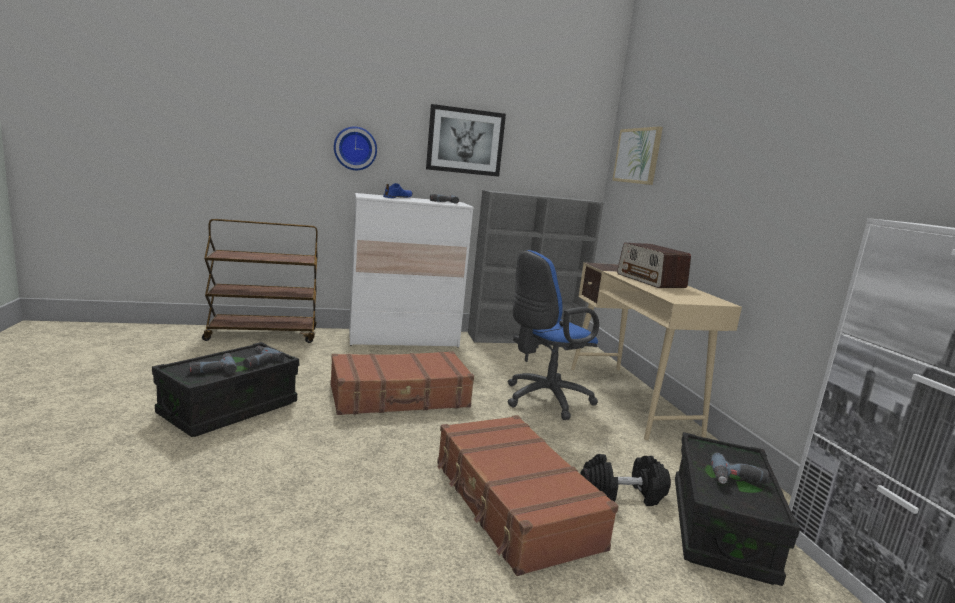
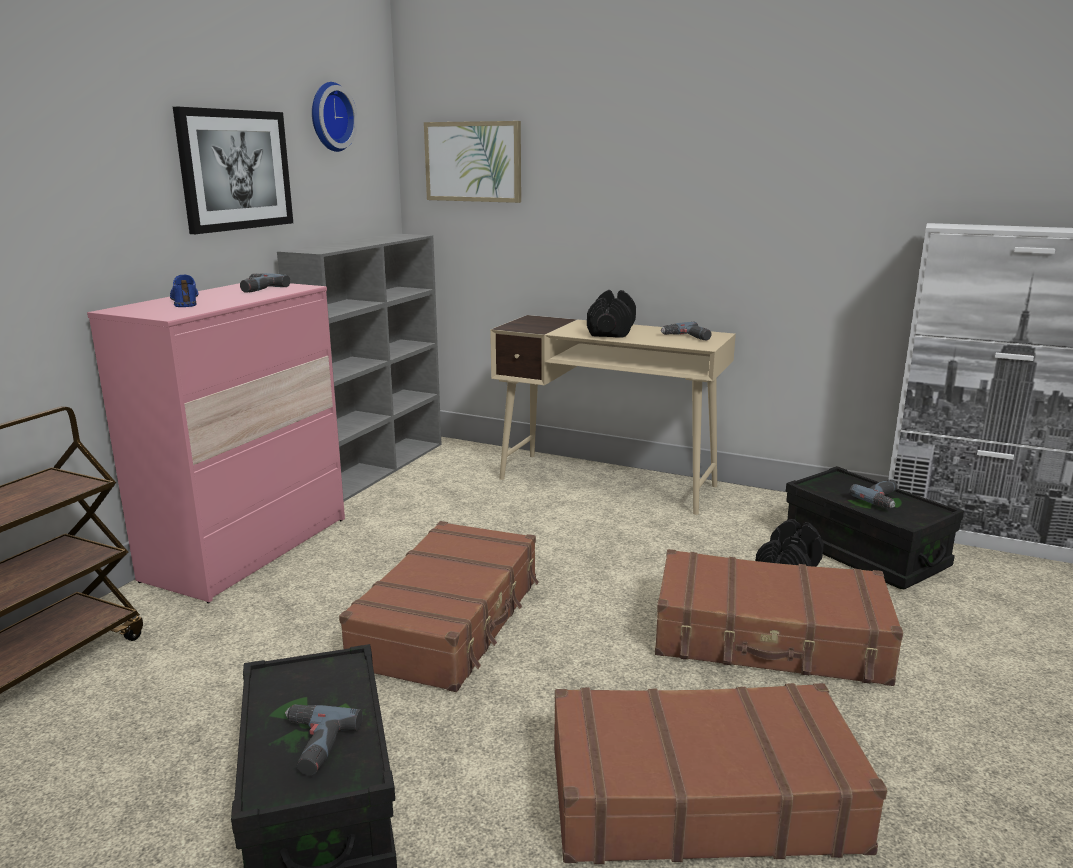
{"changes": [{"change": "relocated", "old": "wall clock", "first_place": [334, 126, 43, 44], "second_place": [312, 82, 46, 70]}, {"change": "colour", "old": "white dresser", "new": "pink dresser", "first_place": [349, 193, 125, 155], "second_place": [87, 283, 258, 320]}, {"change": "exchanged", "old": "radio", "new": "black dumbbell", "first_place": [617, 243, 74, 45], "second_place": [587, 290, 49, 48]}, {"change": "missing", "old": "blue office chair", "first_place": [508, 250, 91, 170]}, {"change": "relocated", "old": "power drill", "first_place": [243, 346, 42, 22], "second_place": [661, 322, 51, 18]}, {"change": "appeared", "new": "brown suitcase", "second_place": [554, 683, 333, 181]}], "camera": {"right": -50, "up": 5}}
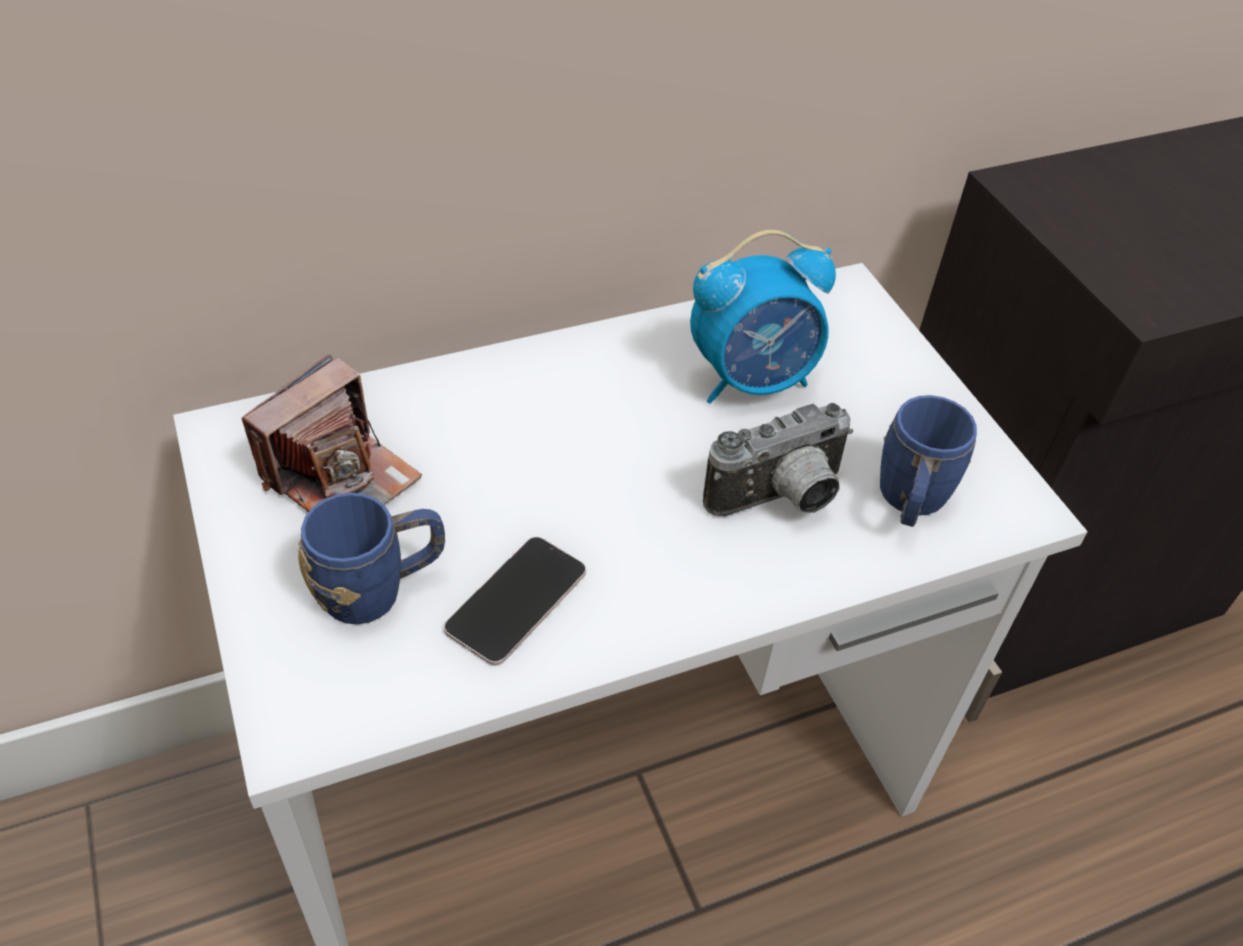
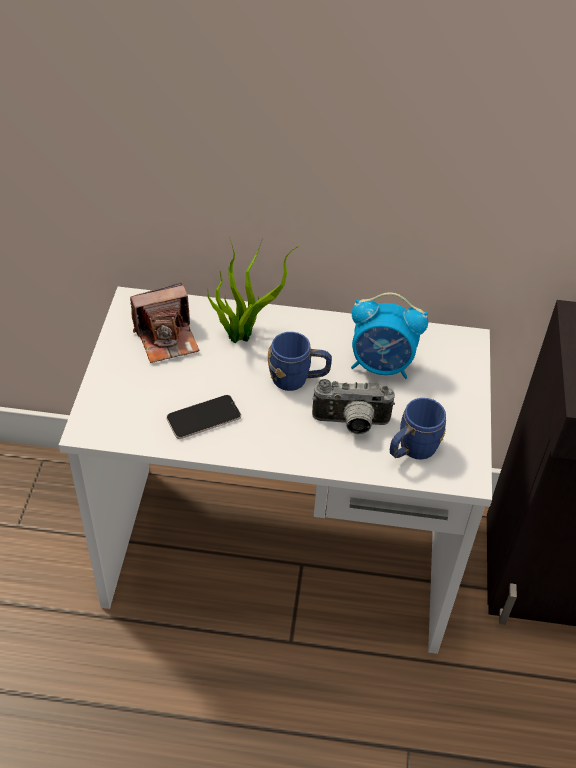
{"changes": [{"change": "relocated", "old": "blue mug", "first_place": [298, 493, 147, 131], "second_place": [268, 332, 64, 59]}, {"change": "appeared", "new": "potted plant", "second_place": [206, 237, 93, 107]}], "camera": {"right": 30, "up": 0}}
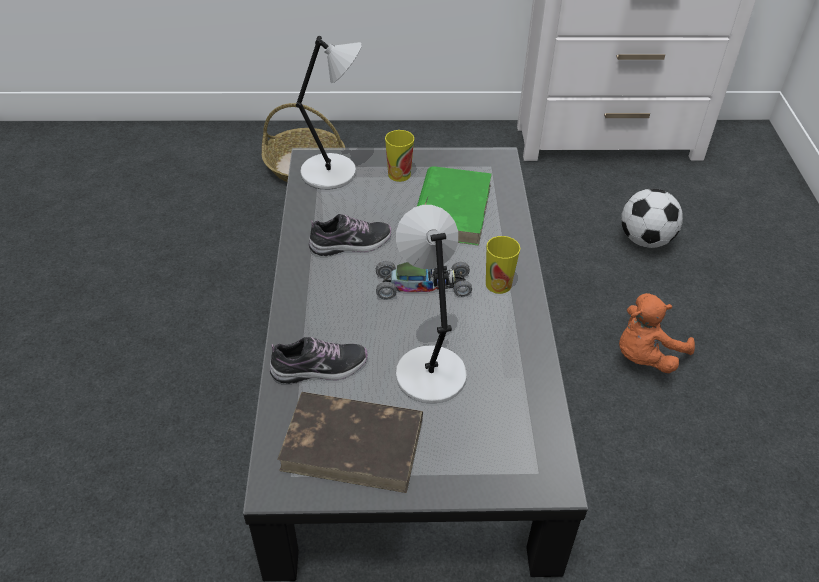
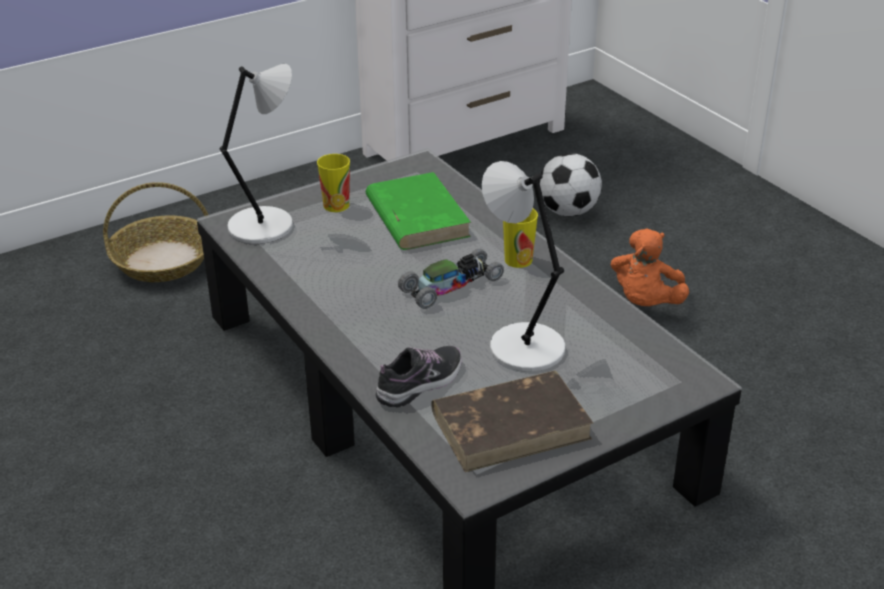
{"changes": [{"change": "missing", "old": "shoe", "first_place": [309, 214, 82, 42]}], "camera": {"right": -30, "up": -10}}
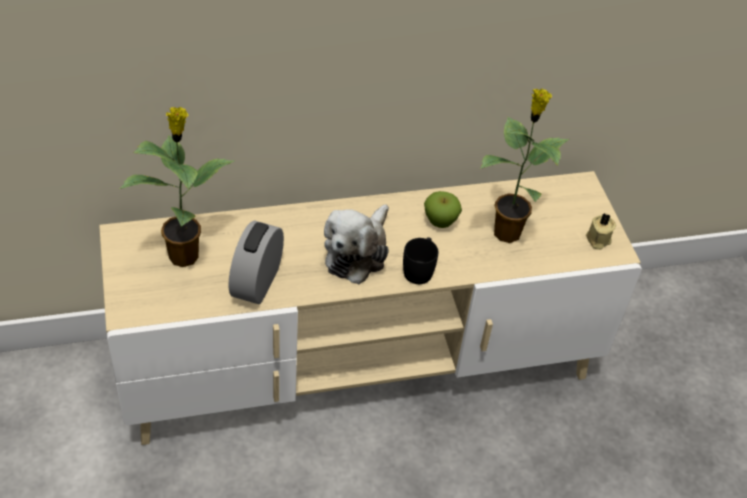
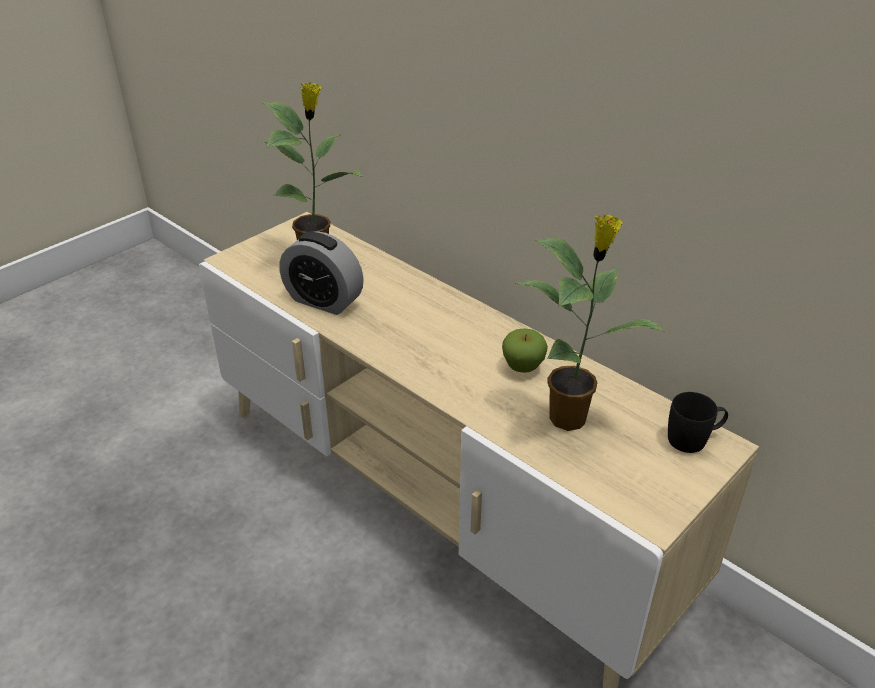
{"changes": [{"change": "missing", "old": "plush toy", "first_place": [324, 204, 65, 80]}, {"change": "missing", "old": "beige candle", "first_place": [586, 213, 30, 37]}, {"change": "spun", "old": "alarm clock", "first_place": [229, 220, 55, 84], "second_place": [279, 231, 85, 84], "degrees": -135}, {"change": "relocated", "old": "black mug", "first_place": [403, 237, 35, 47], "second_place": [668, 392, 60, 61]}], "camera": {"right": 60, "up": -10}}
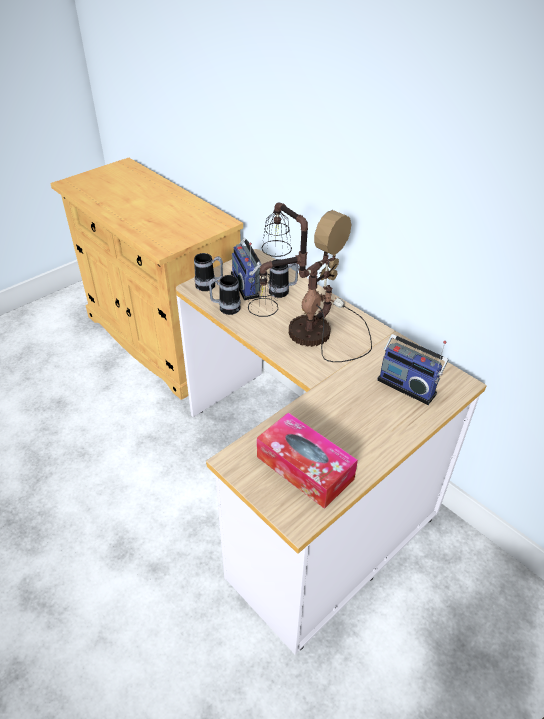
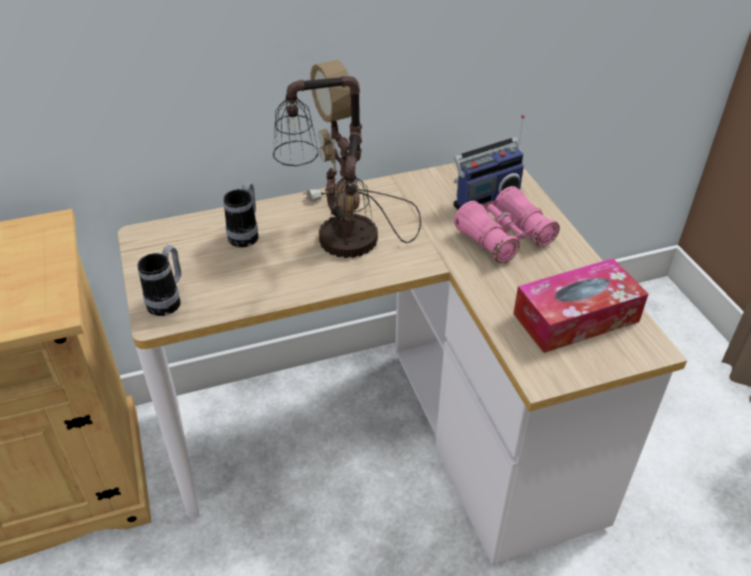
{"changes": [{"change": "missing", "old": "radio", "first_place": [231, 238, 31, 62]}, {"change": "missing", "old": "mug", "first_place": [209, 275, 32, 40]}, {"change": "appeared", "new": "pink binoculars", "second_place": [454, 186, 106, 77]}], "camera": {"right": -65, "up": 0}}
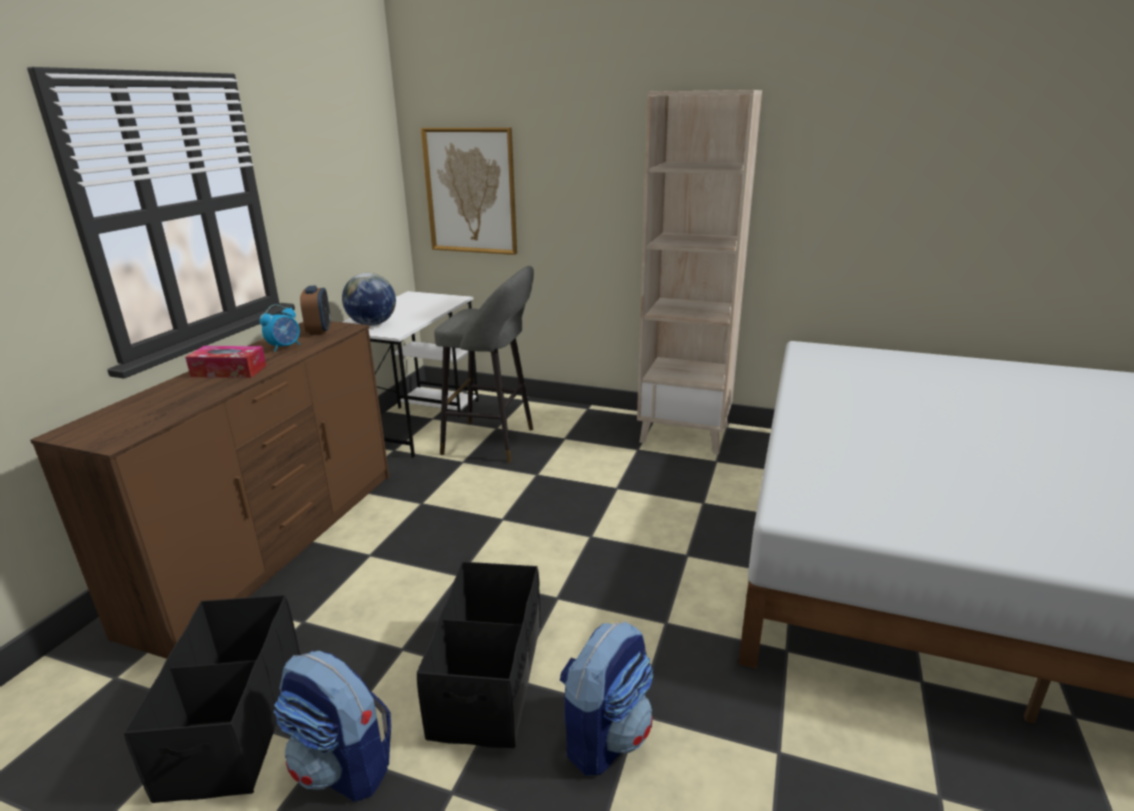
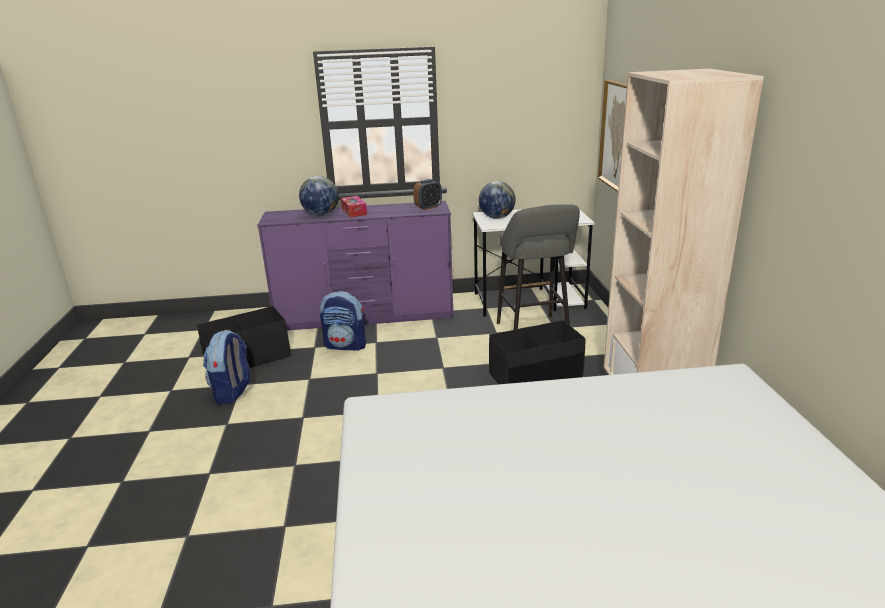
{"changes": [{"change": "missing", "old": "alarm clock", "first_place": [260, 304, 40, 48]}, {"change": "colour", "old": "brown dresser", "new": "purple dresser", "first_place": [30, 321, 360, 338], "second_place": [257, 201, 196, 130]}, {"change": "relocated", "old": "black storage box", "first_place": [417, 562, 124, 186], "second_place": [489, 320, 97, 64]}, {"change": "relocated", "old": "backpack", "first_place": [560, 621, 93, 155], "second_place": [320, 291, 46, 60]}, {"change": "appeared", "new": "globe", "second_place": [299, 176, 40, 40]}], "camera": {"right": 65, "up": 0}}
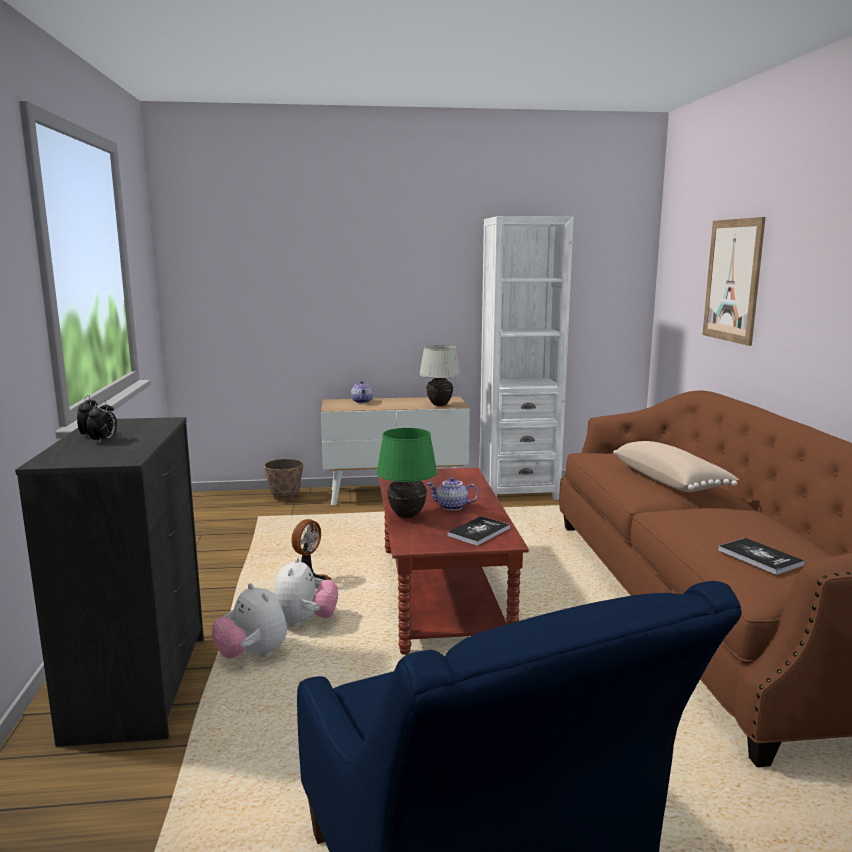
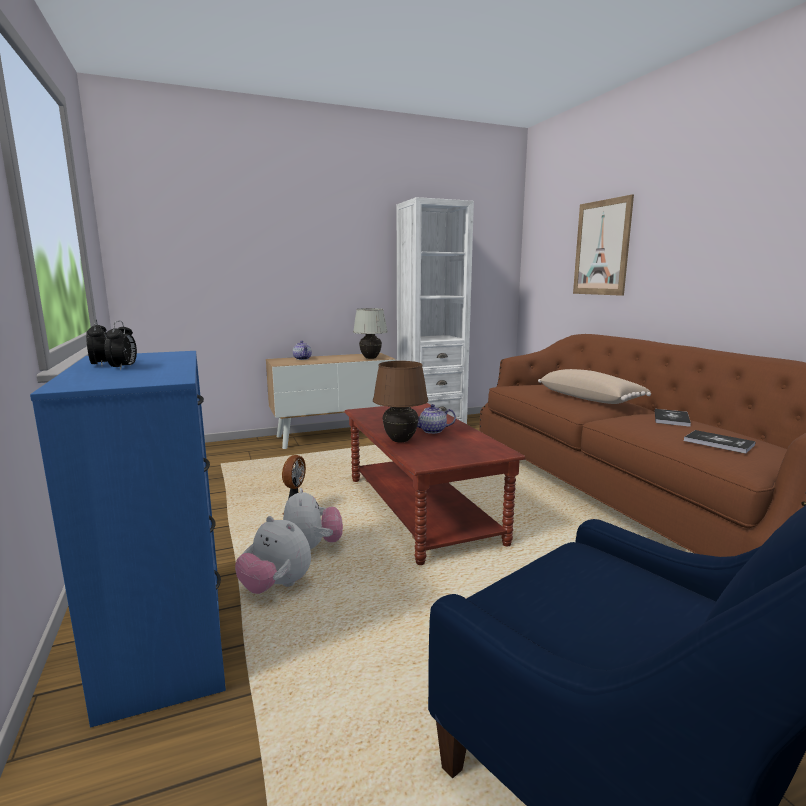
{"changes": [{"change": "colour", "old": "black dresser", "new": "blue dresser", "first_place": [15, 417, 189, 330], "second_place": [30, 351, 196, 376]}, {"change": "colour", "old": "green table lamp", "new": "brown table lamp", "first_place": [376, 428, 61, 90], "second_place": [373, 361, 55, 81]}, {"change": "missing", "old": "planter", "first_place": [264, 459, 40, 42]}, {"change": "relocated", "old": "book", "first_place": [447, 516, 64, 30], "second_place": [655, 409, 36, 18]}], "camera": {"right": -15, "up": 0}}
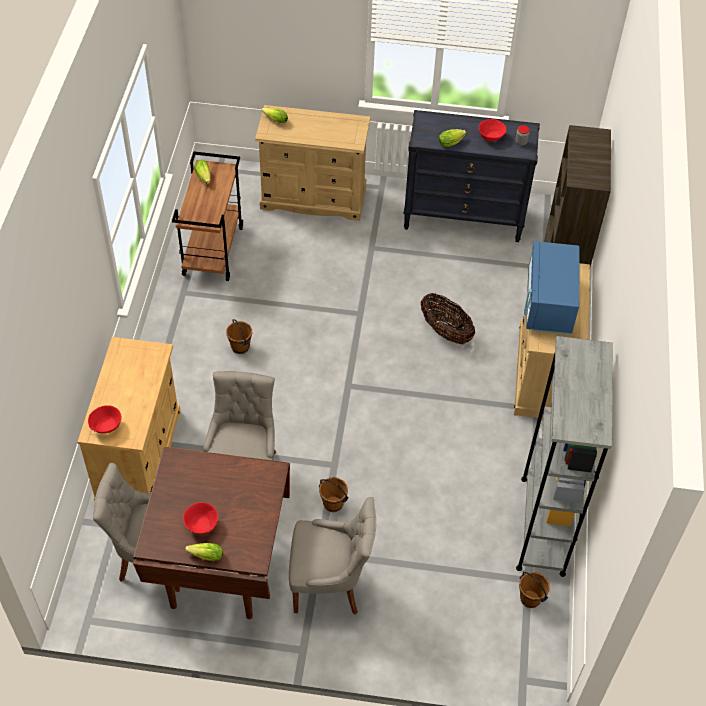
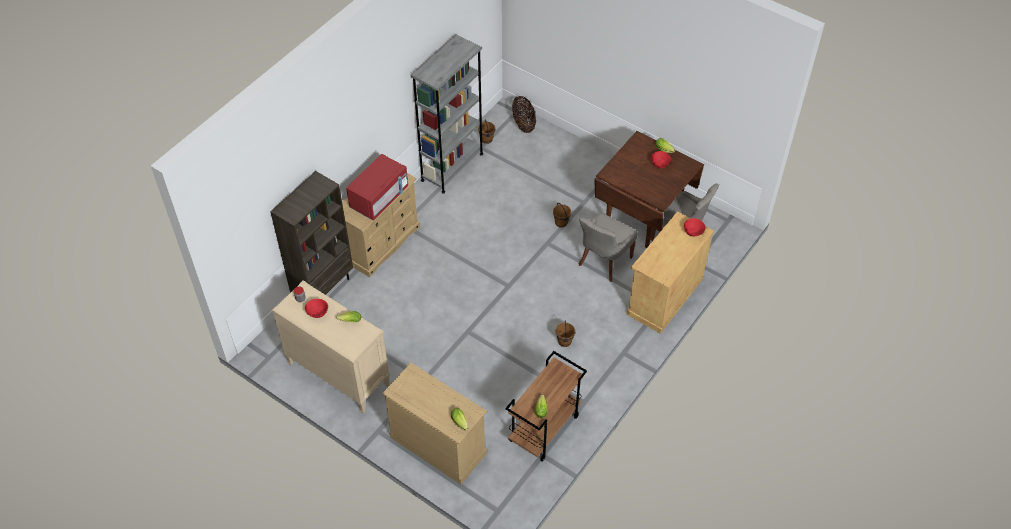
{"changes": [{"change": "colour", "old": "black dresser", "new": "beige dresser", "first_place": [404, 110, 136, 132], "second_place": [272, 280, 118, 133]}, {"change": "colour", "old": "blue microwave", "new": "red microwave", "first_place": [524, 241, 56, 94], "second_place": [346, 154, 62, 67]}, {"change": "relocated", "old": "basket", "first_place": [421, 293, 54, 52], "second_place": [512, 96, 24, 37]}, {"change": "missing", "old": "grey chair", "first_place": [289, 497, 87, 118]}], "camera": {"right": -150, "up": 0}}
